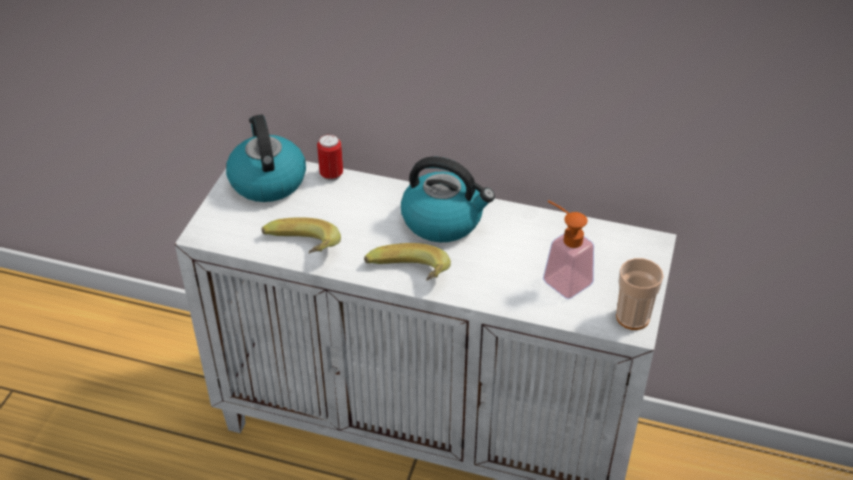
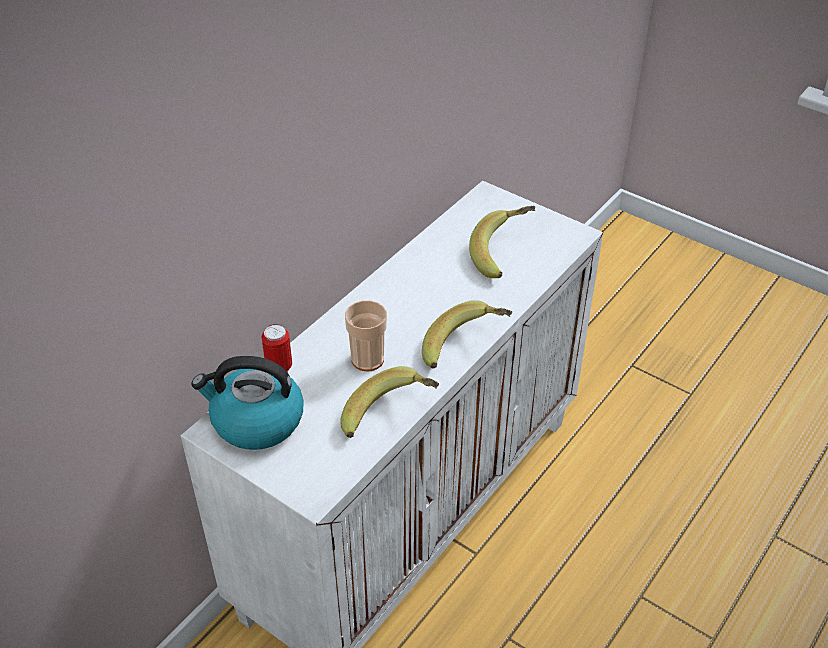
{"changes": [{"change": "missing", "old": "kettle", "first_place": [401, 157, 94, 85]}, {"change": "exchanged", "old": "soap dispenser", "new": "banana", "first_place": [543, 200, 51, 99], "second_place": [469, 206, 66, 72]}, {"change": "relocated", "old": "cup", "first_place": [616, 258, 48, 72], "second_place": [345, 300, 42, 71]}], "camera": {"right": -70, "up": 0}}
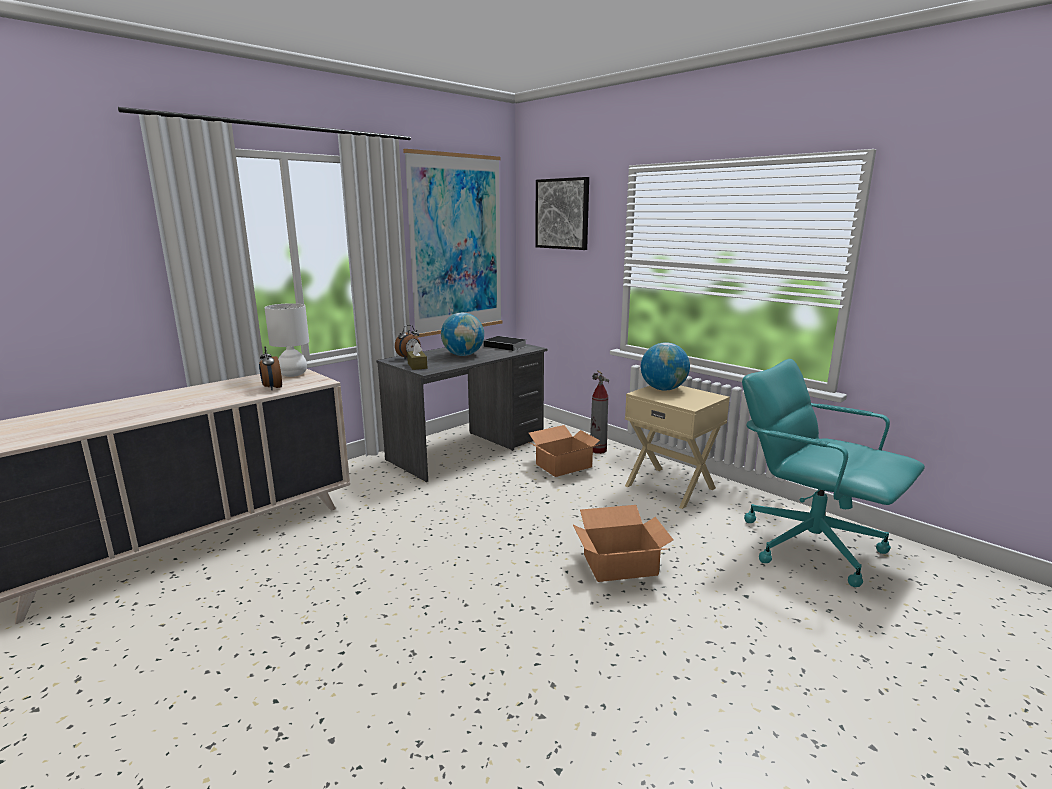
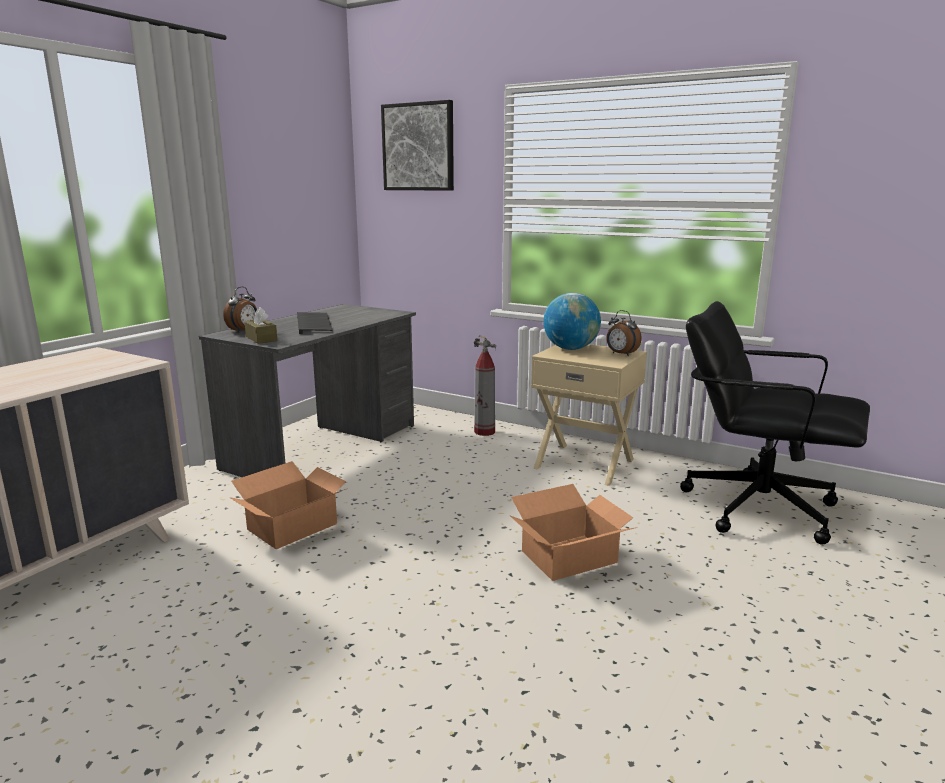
{"changes": [{"change": "missing", "old": "picture", "first_place": [403, 149, 99, 189]}, {"change": "missing", "old": "white table lamp", "first_place": [264, 303, 45, 74]}, {"change": "exchanged", "old": "globe", "new": "keyboard", "first_place": [441, 313, 43, 43], "second_place": [297, 312, 36, 22]}, {"change": "missing", "old": "book", "first_place": [483, 336, 43, 15]}, {"change": "relocated", "old": "alarm clock", "first_place": [259, 347, 23, 43], "second_place": [607, 310, 35, 46]}, {"change": "colour", "old": "turquoise office chair", "new": "black office chair", "first_place": [742, 359, 183, 228], "second_place": [680, 301, 190, 243]}, {"change": "relocated", "old": "cardboard box", "first_place": [529, 425, 72, 52], "second_place": [229, 461, 119, 88]}], "camera": {"right": -15, "up": 0}}
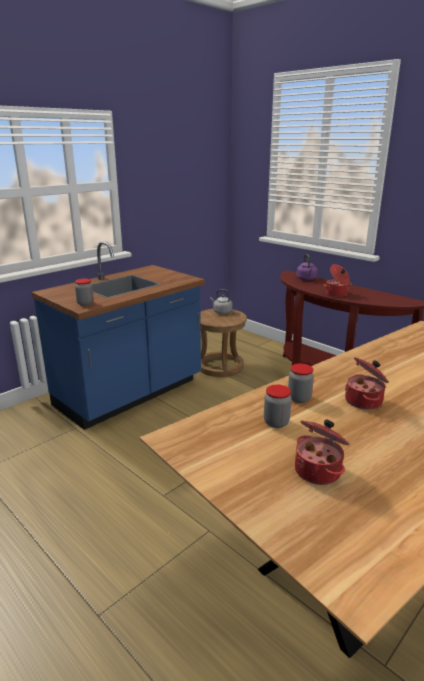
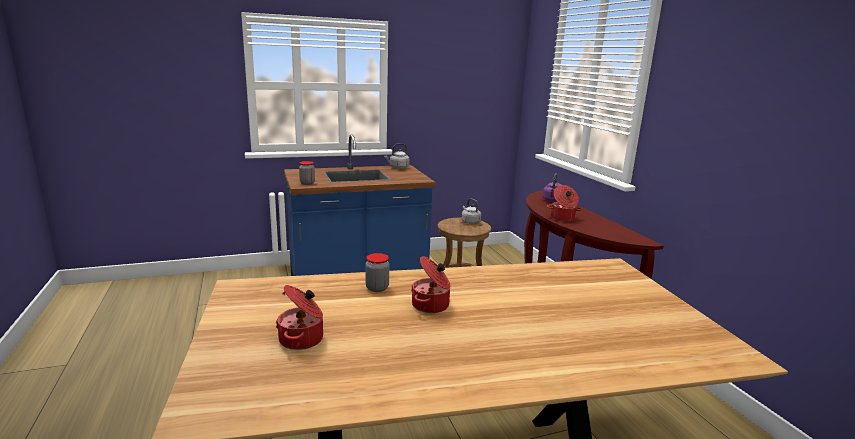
{"changes": [{"change": "missing", "old": "jar", "first_place": [264, 385, 28, 43]}, {"change": "appeared", "new": "grey kettle", "second_place": [384, 143, 26, 26]}], "camera": {"right": 25, "up": -5}}
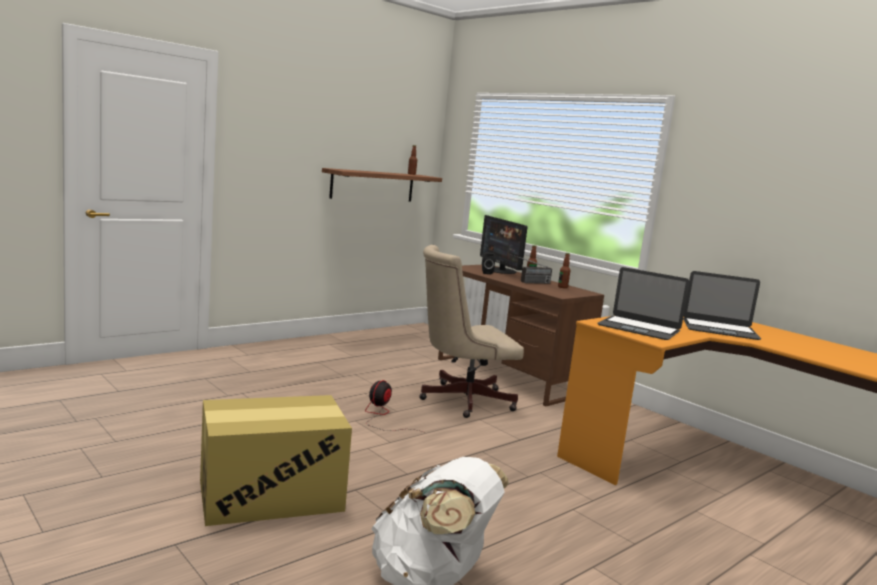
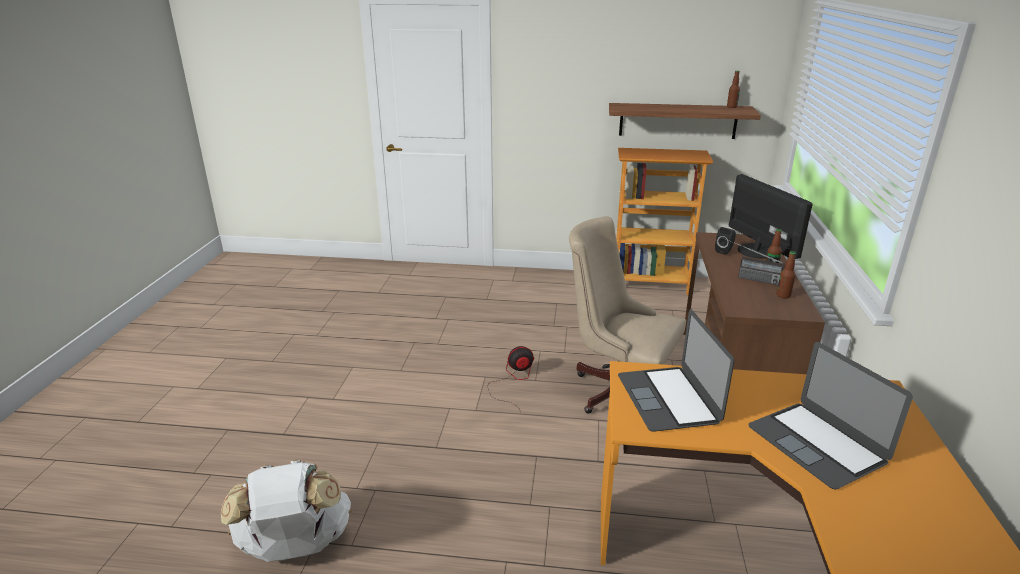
{"changes": [{"change": "spun", "old": "monitor", "first_place": [480, 215, 48, 59], "second_place": [729, 174, 83, 85], "degrees": 135}, {"change": "missing", "old": "cardboard box", "first_place": [200, 395, 152, 131]}, {"change": "appeared", "new": "bookcase", "second_place": [616, 148, 97, 147]}], "camera": {"right": 50, "up": 15}}
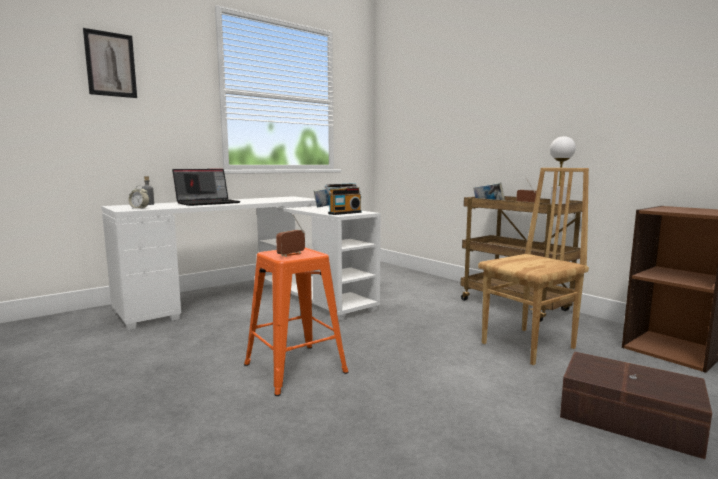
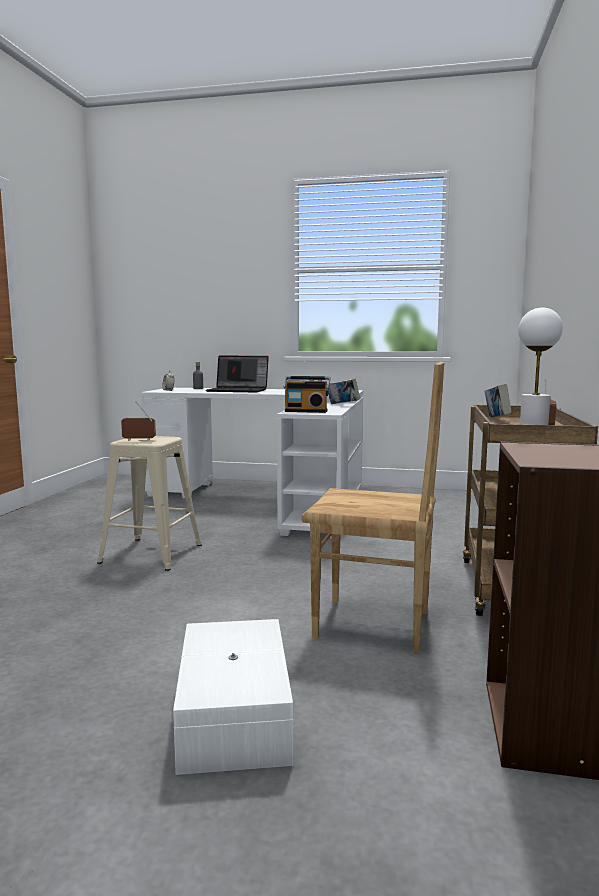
{"changes": [{"change": "missing", "old": "picture", "first_place": [83, 28, 54, 70]}, {"change": "colour", "old": "orange stool", "new": "beige stool", "first_place": [244, 247, 105, 149], "second_place": [97, 436, 105, 135]}, {"change": "colour", "old": "brown storage box", "new": "white storage box", "first_place": [560, 351, 152, 108], "second_place": [173, 619, 120, 156]}], "camera": {"right": 50, "up": 0}}
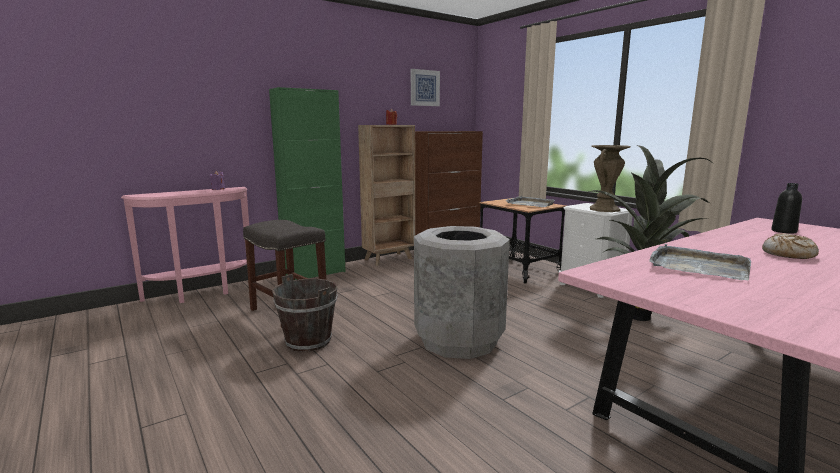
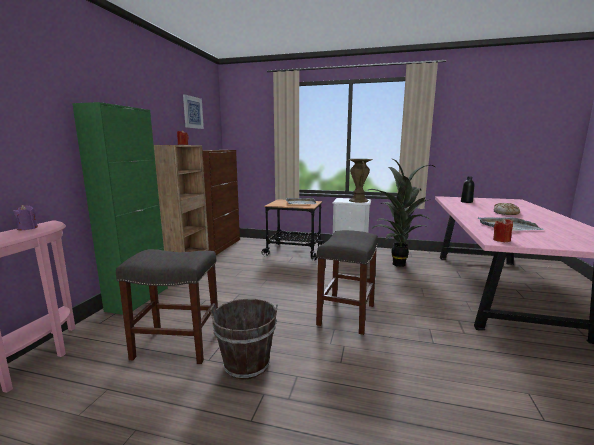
{"changes": [{"change": "exchanged", "old": "grey trash can", "new": "grey stool", "first_place": [414, 226, 96, 133], "second_place": [316, 230, 62, 105]}, {"change": "appeared", "new": "red candle", "second_place": [493, 218, 20, 24]}], "camera": {"right": -40, "up": 0}}
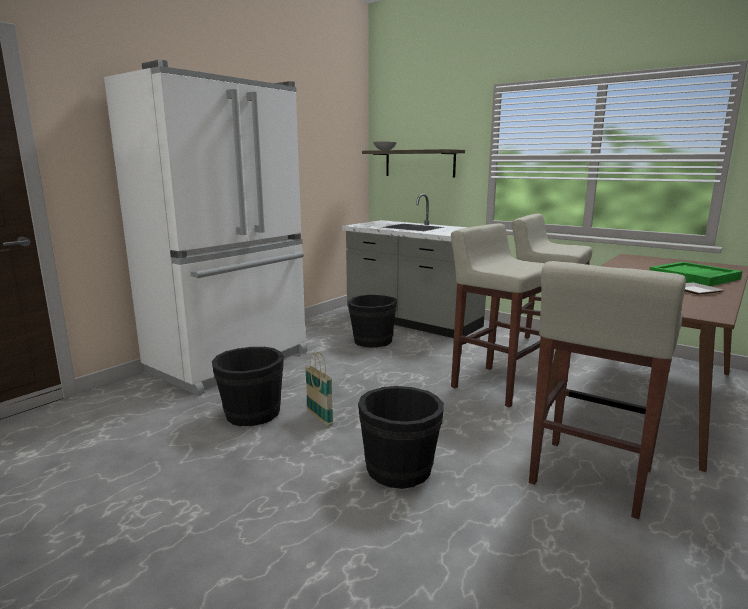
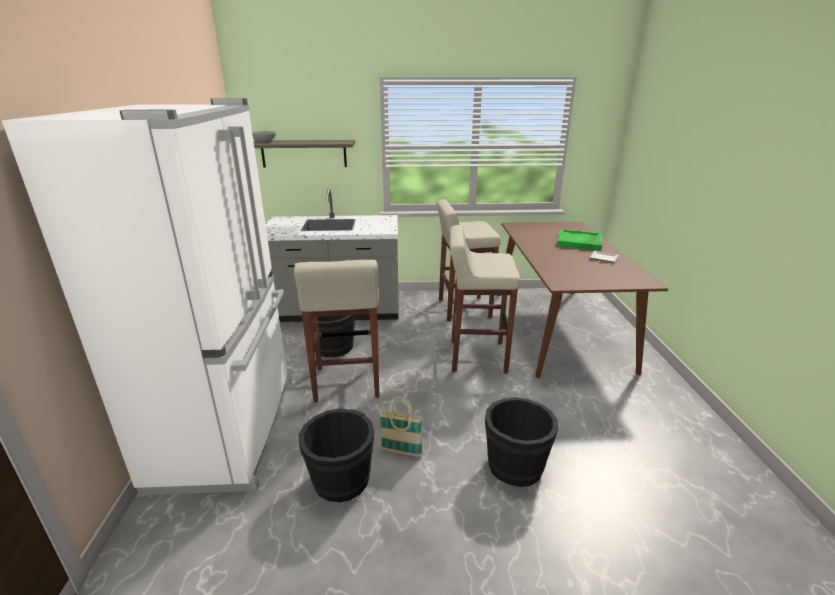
{"changes": [{"change": "relocated", "old": "beige stool", "first_place": [529, 261, 157, 258], "second_place": [294, 260, 85, 142]}], "camera": {"right": -40, "up": 10}}
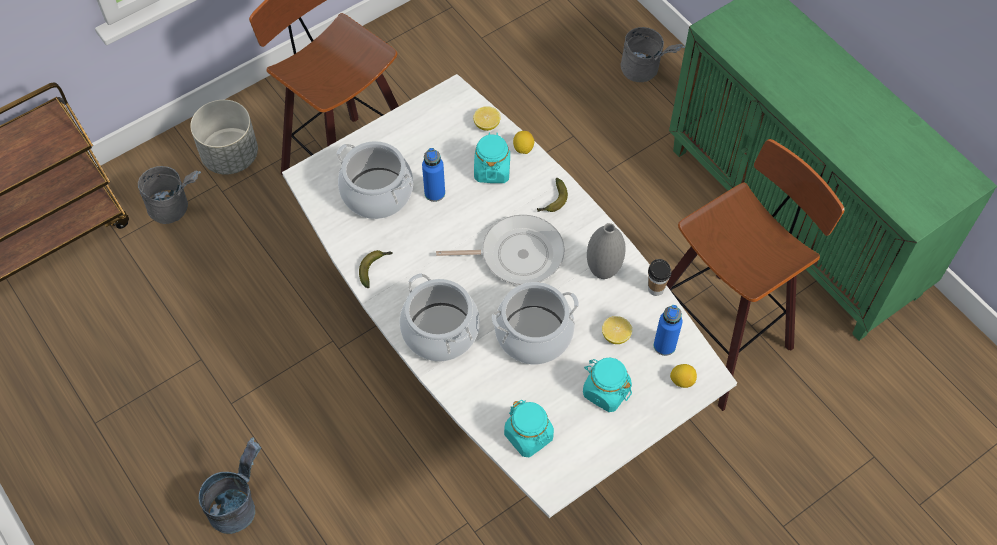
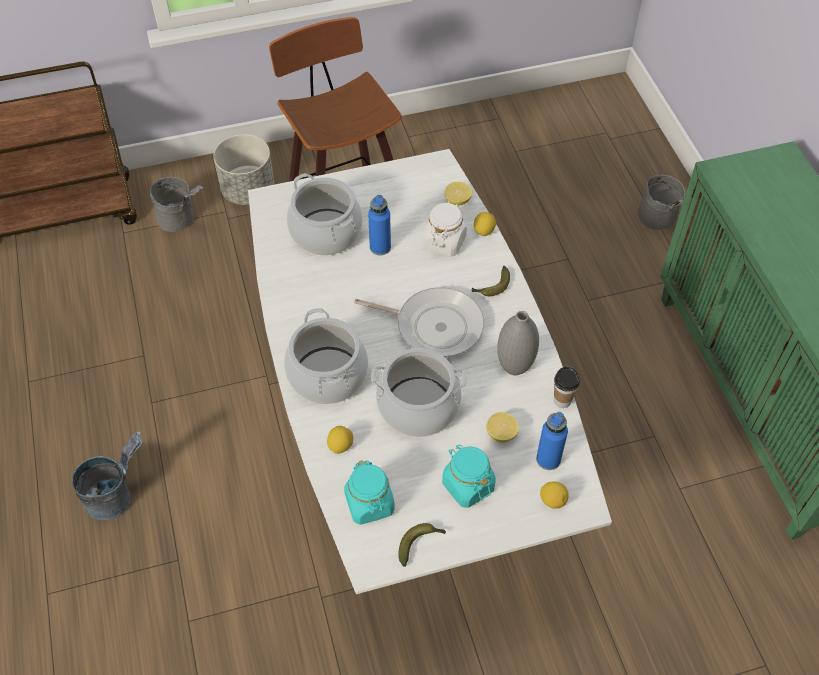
{"changes": [{"change": "colour", "old": "turquoise jar", "new": "white jar", "first_place": [474, 132, 36, 51], "second_place": [423, 201, 44, 56]}, {"change": "missing", "old": "stool", "first_place": [667, 139, 178, 272]}, {"change": "relocated", "old": "banana", "first_place": [359, 250, 34, 38], "second_place": [398, 523, 48, 44]}, {"change": "appeared", "new": "lemon", "second_place": [327, 426, 26, 28]}], "camera": {"right": 20, "up": -5}}
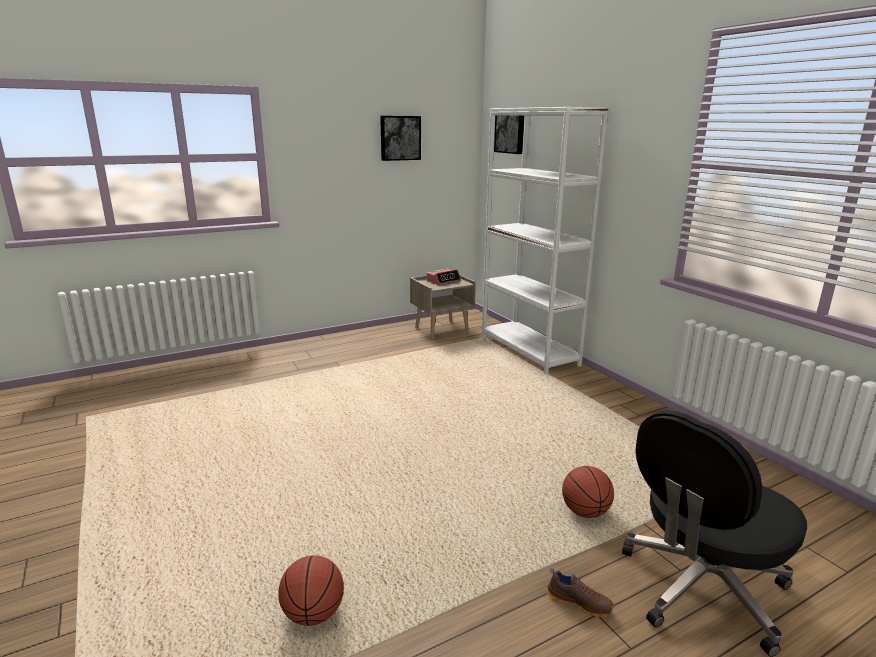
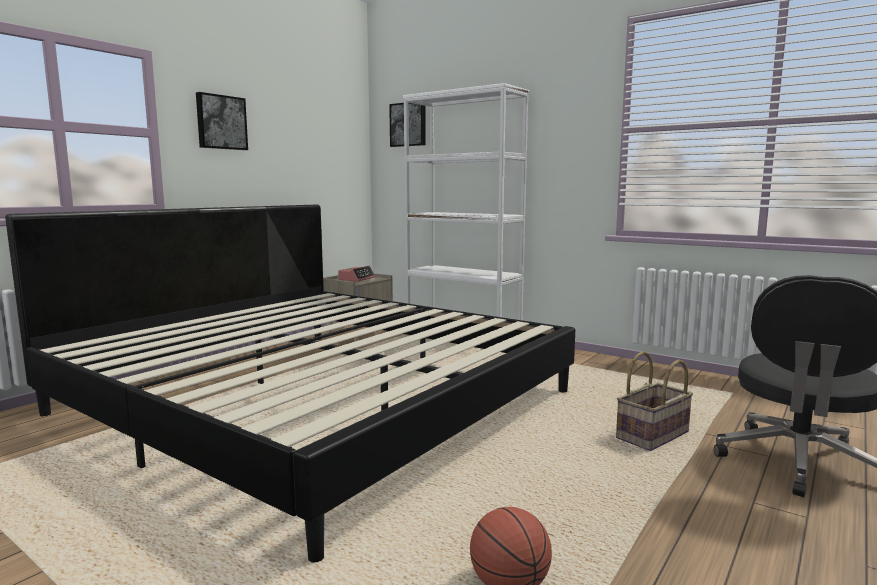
{"changes": [{"change": "relocated", "old": "picture", "first_place": [380, 116, 41, 45], "second_place": [196, 92, 52, 58]}, {"change": "exchanged", "old": "basketball", "new": "basket", "first_place": [562, 466, 52, 52], "second_place": [616, 351, 77, 100]}, {"change": "missing", "old": "brown shoe", "first_place": [546, 568, 68, 49]}, {"change": "appeared", "new": "bed", "second_place": [5, 205, 570, 357]}], "camera": {"right": -25, "up": -10}}
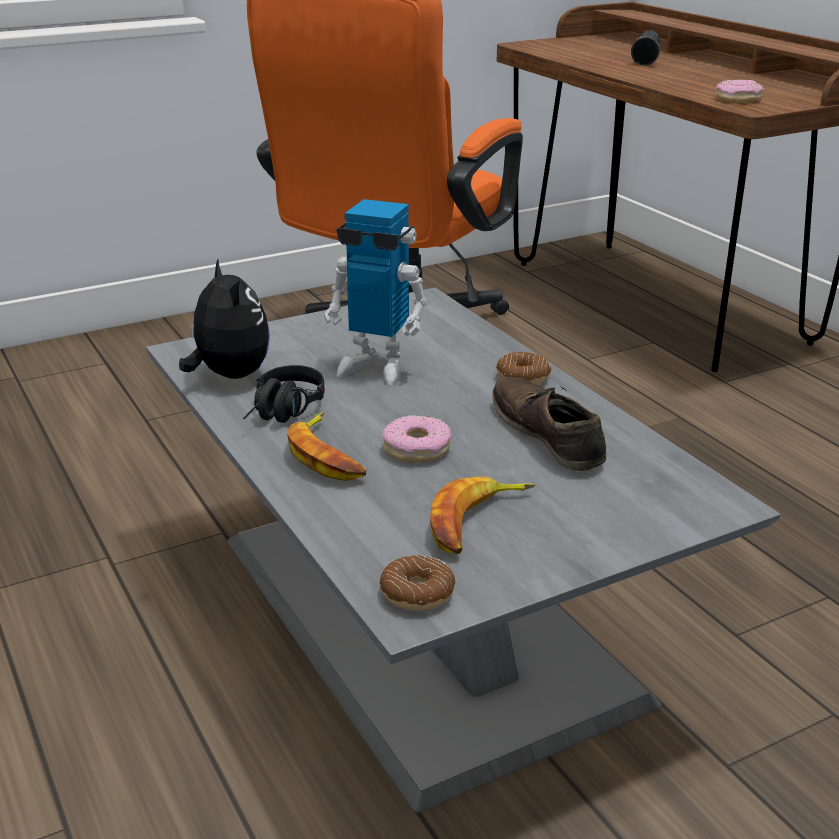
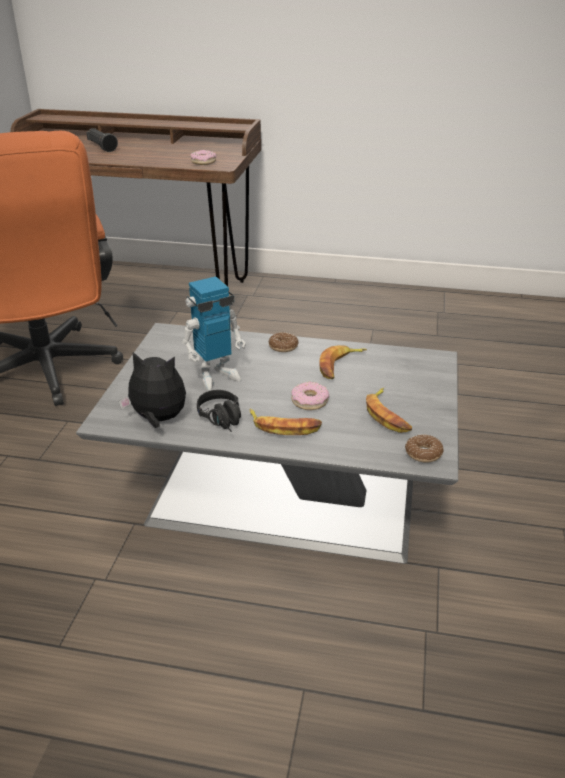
{"changes": [{"change": "exchanged", "old": "brown shoe", "new": "banana", "first_place": [492, 377, 114, 94], "second_place": [319, 345, 48, 34]}], "camera": {"right": -50, "up": 5}}
